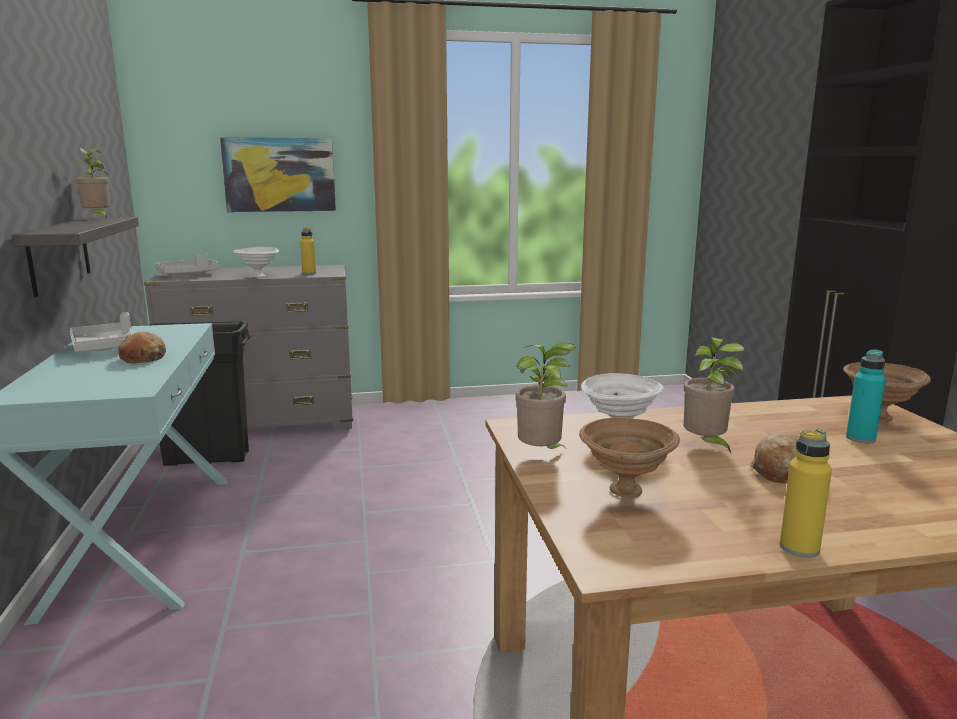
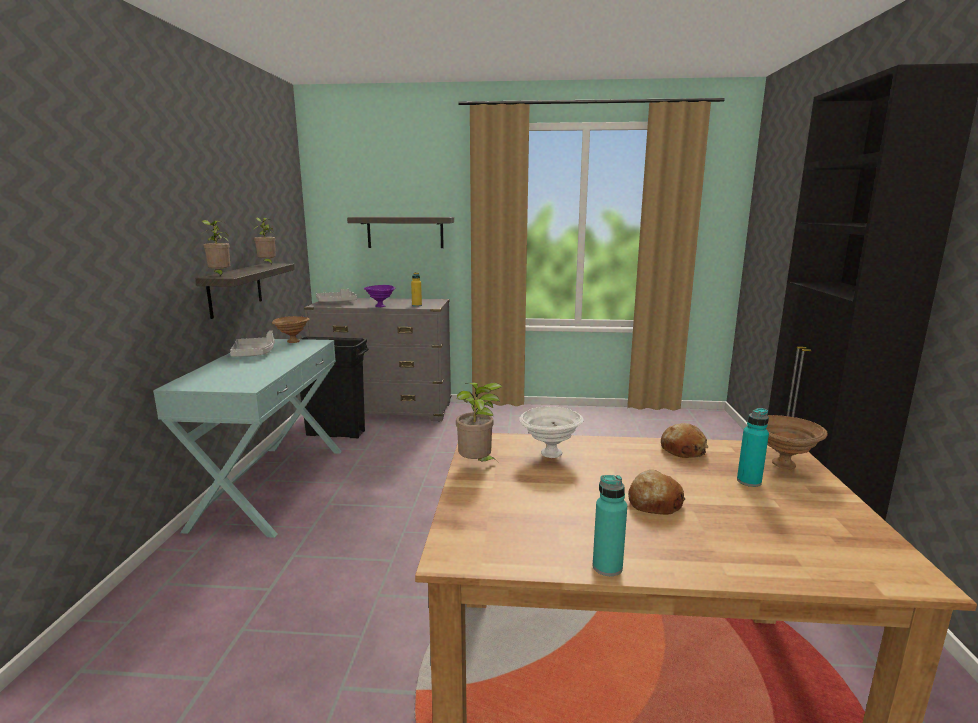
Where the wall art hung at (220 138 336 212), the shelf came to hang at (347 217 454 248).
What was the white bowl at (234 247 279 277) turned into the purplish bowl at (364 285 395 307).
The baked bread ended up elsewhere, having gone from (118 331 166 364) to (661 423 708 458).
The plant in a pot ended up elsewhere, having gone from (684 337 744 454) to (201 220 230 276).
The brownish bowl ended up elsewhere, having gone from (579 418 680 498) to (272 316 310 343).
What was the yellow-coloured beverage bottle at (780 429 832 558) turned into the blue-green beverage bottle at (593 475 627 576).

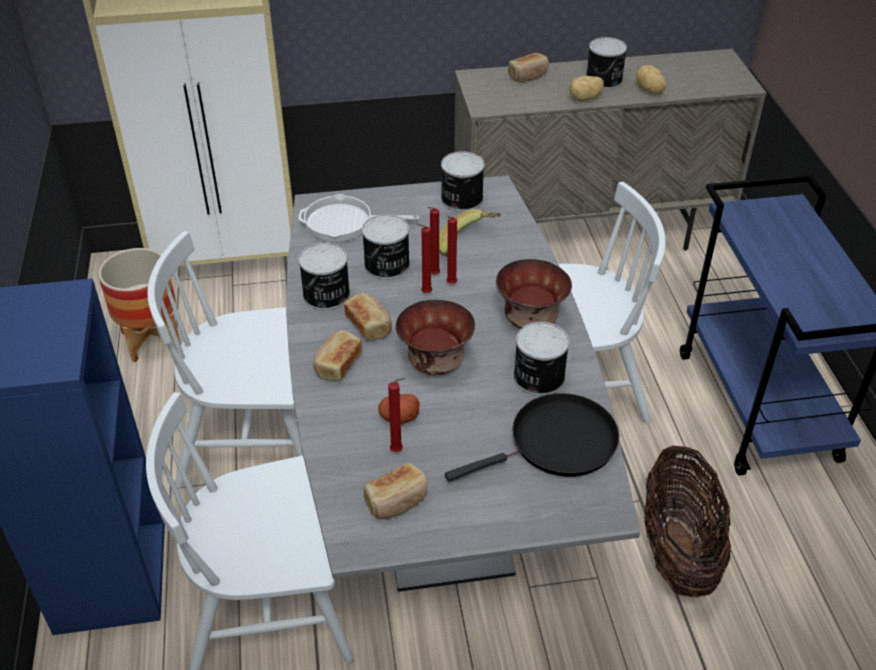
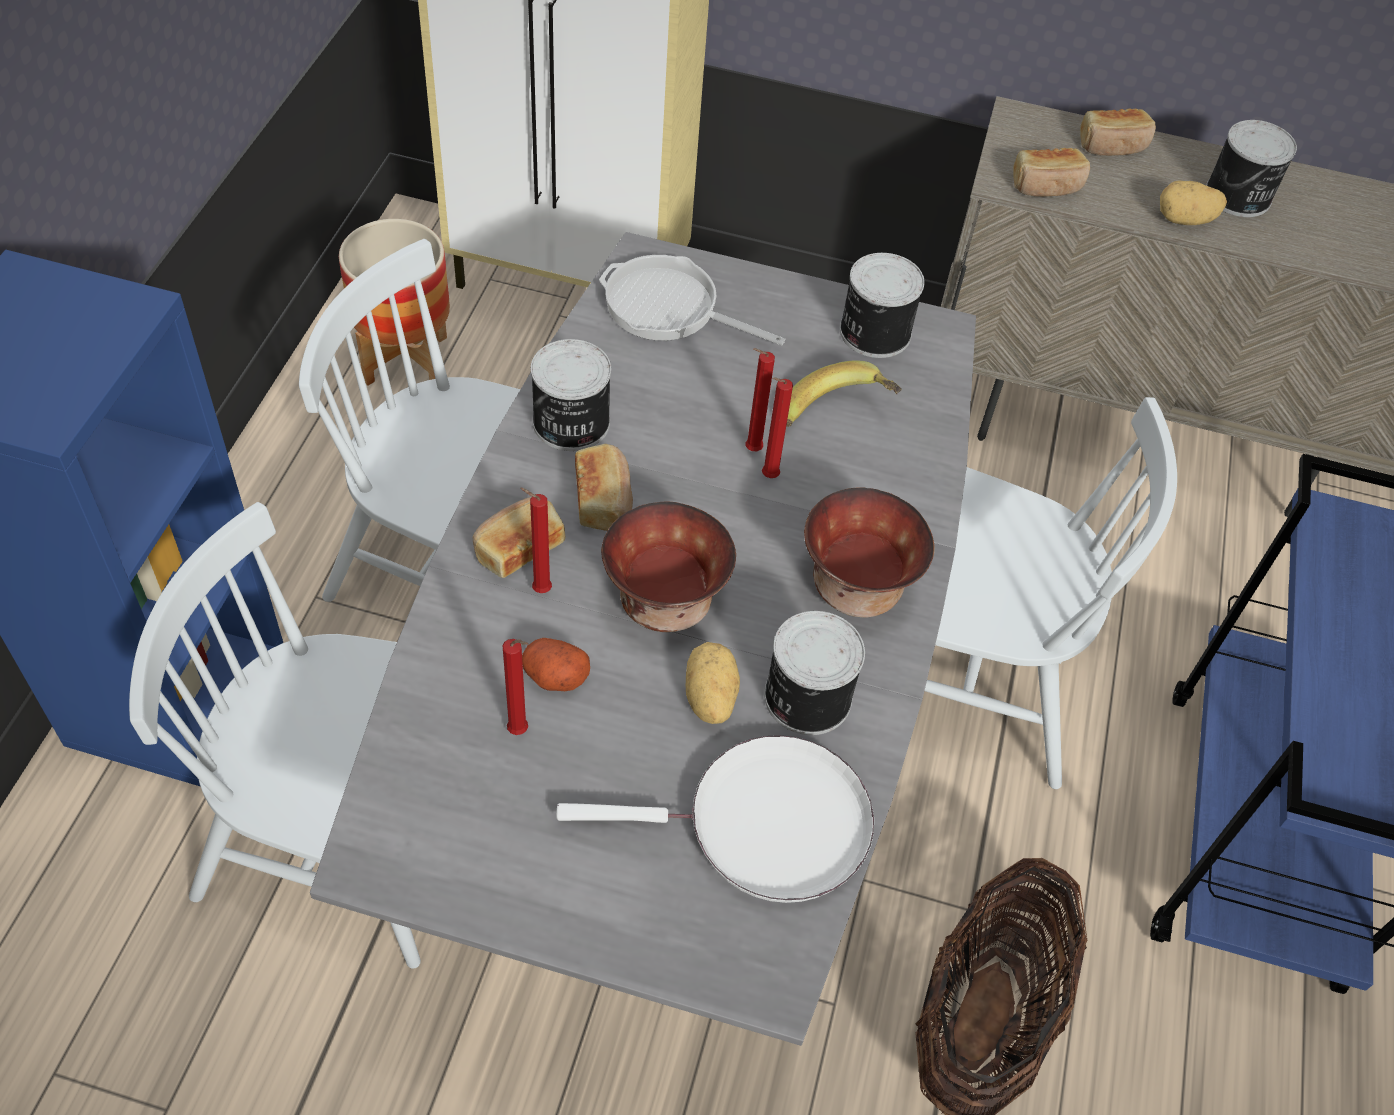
The spud ended up elsewhere, having gone from (636 65 666 94) to (686 642 740 724).
The second view lost the can at (362 214 410 280).
The red wax light ended up elsewhere, having gone from (417 224 432 293) to (520 488 552 593).
What was the black-coloured pan at (445 393 619 482) turned into the white pan at (556 735 874 903).
The baked bread ended up elsewhere, having gone from (364 463 428 519) to (1013 148 1090 197).

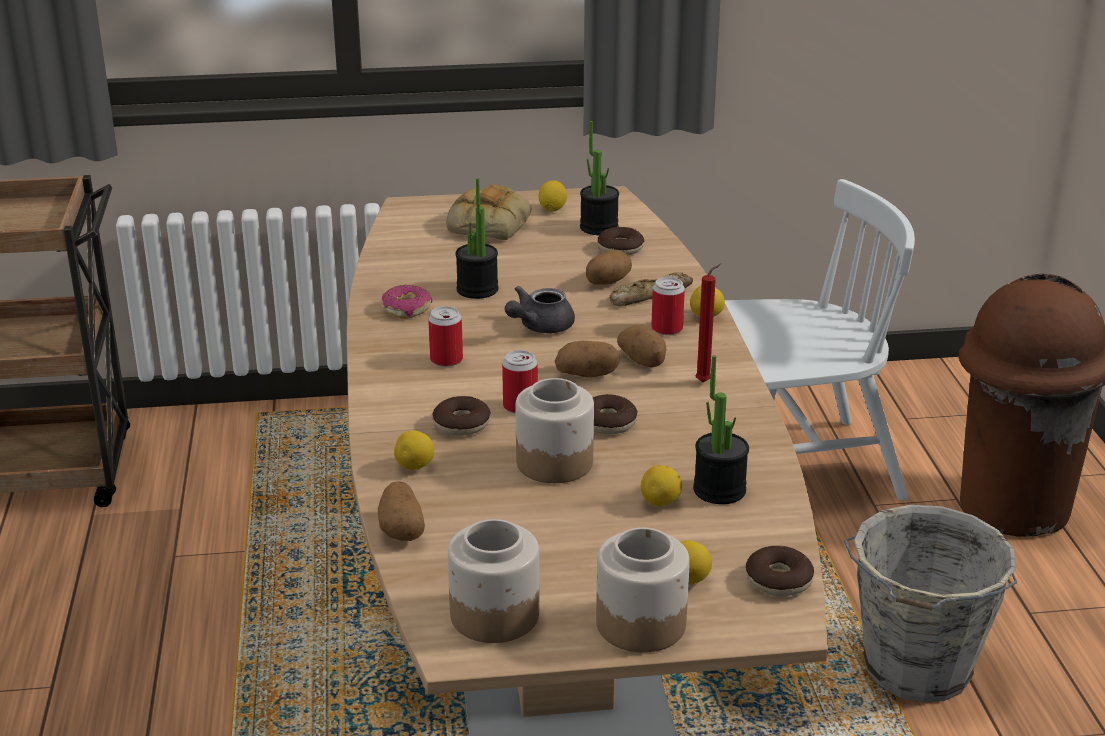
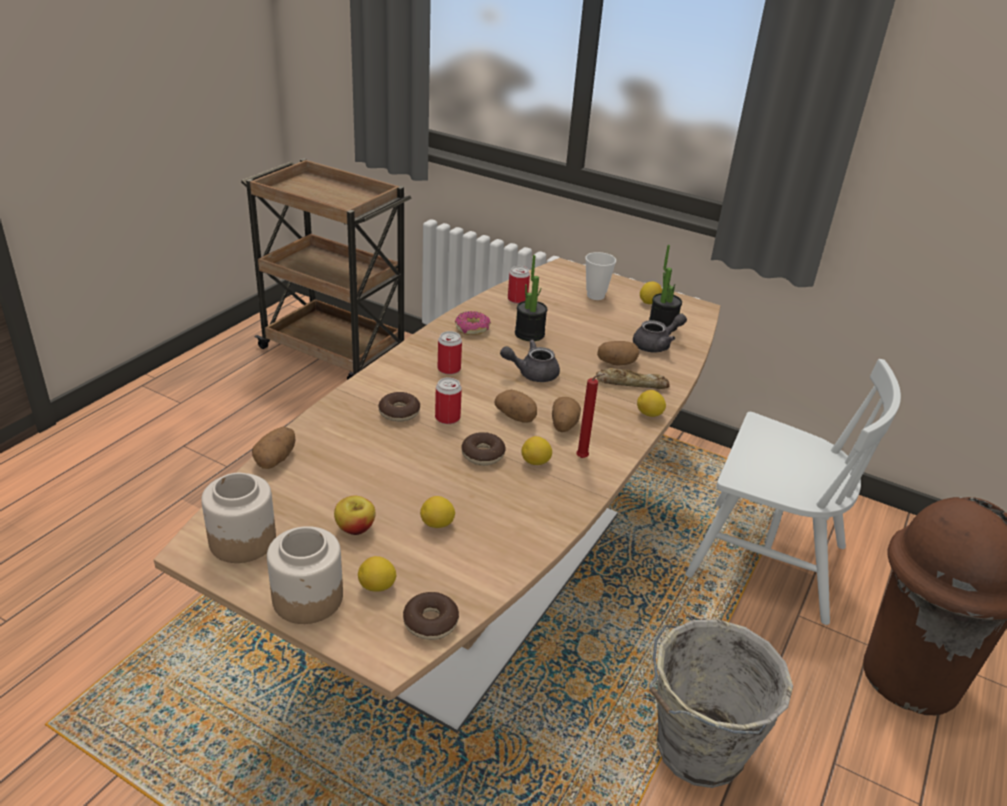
Where the baked bread stood at (446 184 531 240), the cup came to stand at (585 252 616 300).
Where the ring doughnut stood at (597 227 644 255), the gray tea pot came to stand at (633 313 687 352).
The can ended up elsewhere, having gone from (651 277 685 335) to (508 266 530 304).
The second view lost the plant in a pot at (693 355 749 504).
The second view lost the storage jar at (515 378 594 483).
The whole lemon ended up elsewhere, having gone from (394 430 434 470) to (521 436 552 465).
The second view gained the apple fruit at (334 496 375 535).

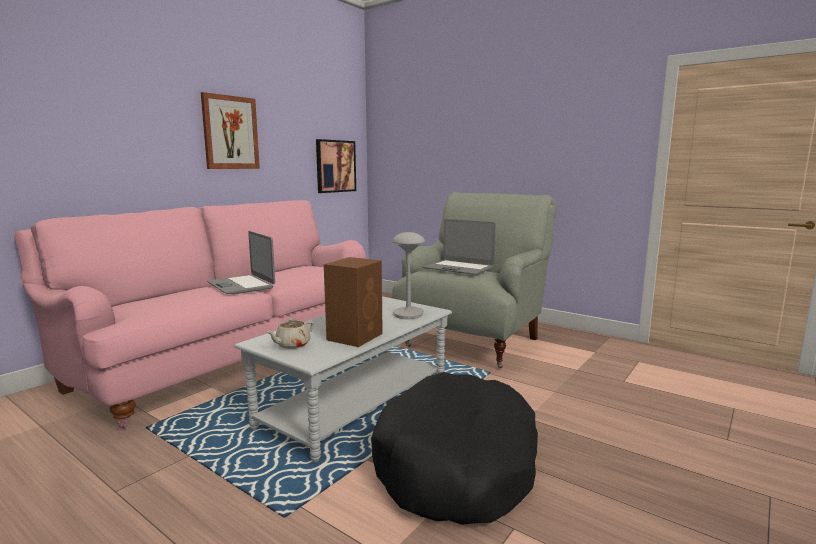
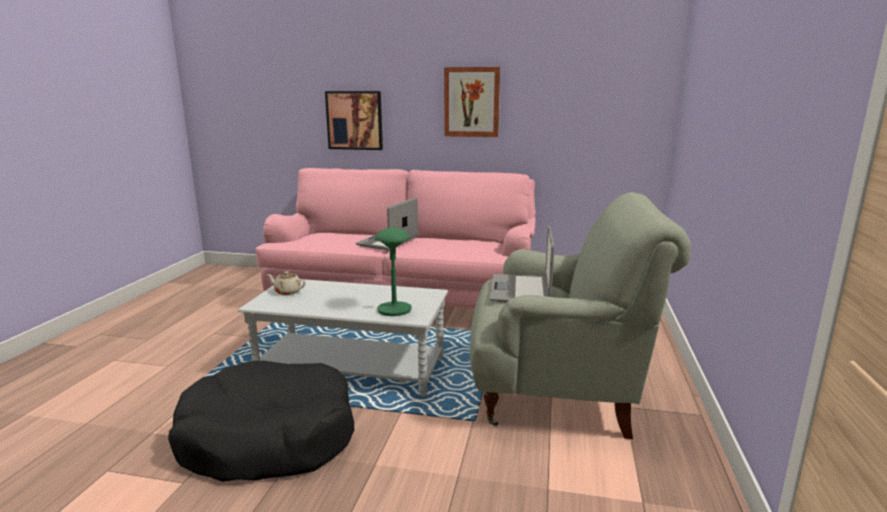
The wall art ended up elsewhere, having gone from (316 139 356 193) to (325 91 383 150).
What was the gray tabletop lamp at (392 232 425 319) turned into the greenish tabletop lamp at (375 228 412 316).
The second view lost the brownish loudspeaker at (324 257 383 347).

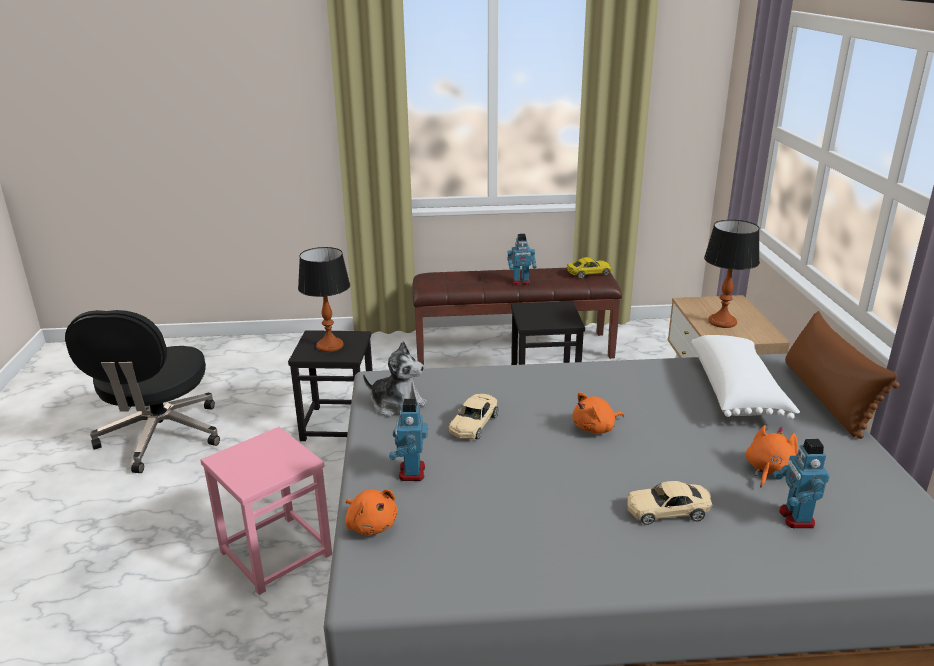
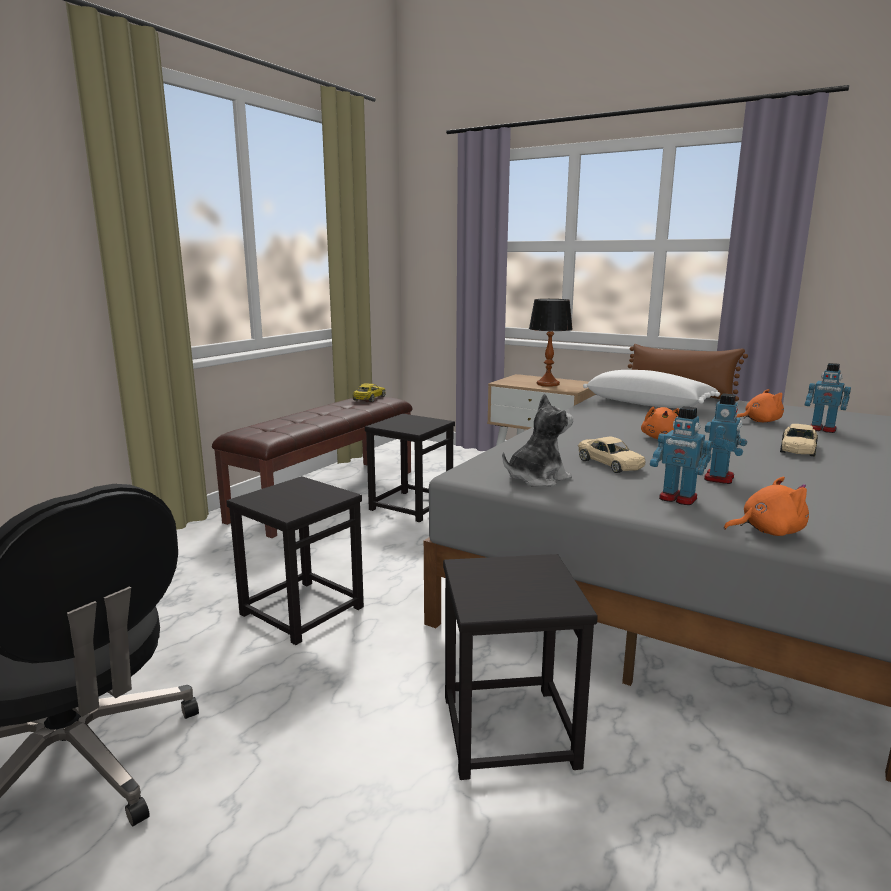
The robot figure ended up elsewhere, having gone from (508 234 537 286) to (704 393 747 484).
The second view lost the tabletop lamp at (298 247 350 352).
The orangey cuddly toy at (746 425 798 487) ended up facing another way, 105 degrees clockwise from before.
What was the pinkish sitting stool at (200 427 332 595) turned into the black-coloured sitting stool at (443 554 598 780).

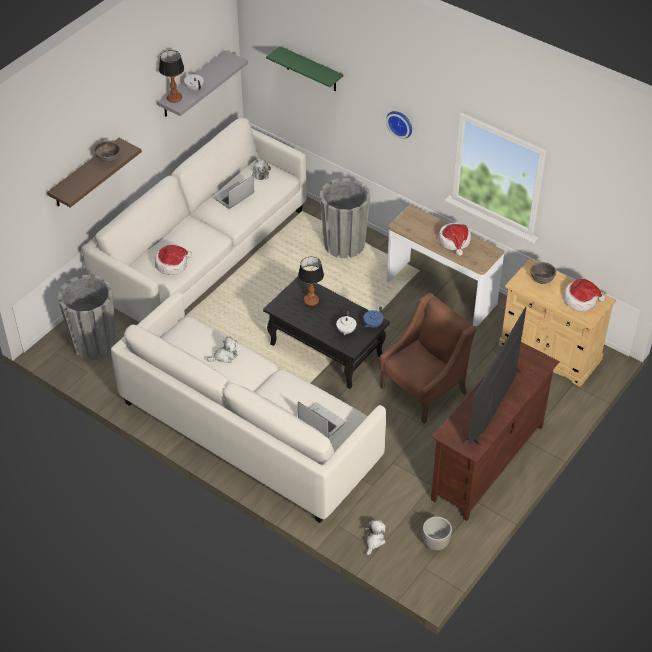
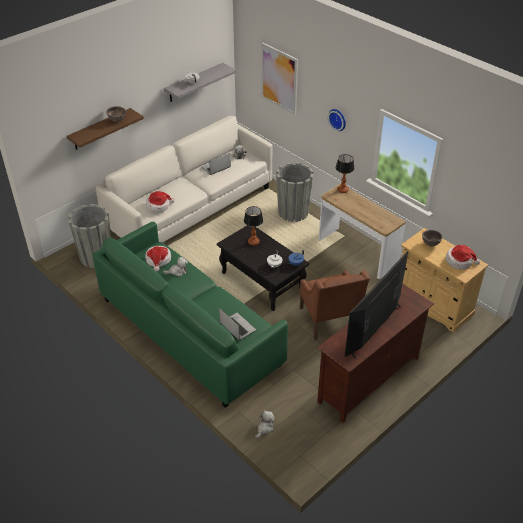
Where the greenish shelf hung at (266 46 343 91), the wall art came to hang at (261 43 298 115).
The tabletop lamp ended up elsewhere, having gone from (159 50 184 103) to (336 154 354 193).
The wearable hat ended up elsewhere, having gone from (439 223 471 256) to (145 246 171 272).
What was the white couch at (111 291 386 523) turned into the greenish couch at (92 222 288 408).
The brownish easy chair at (379 293 476 424) ended up facing another way, 105 degrees clockwise from before.
The second view lost the gray plant pot at (423 516 452 551).

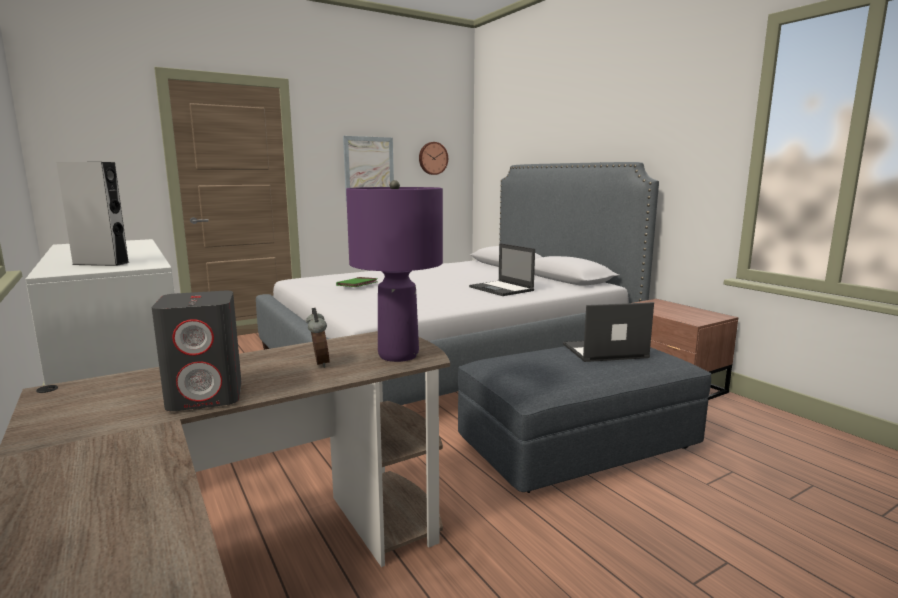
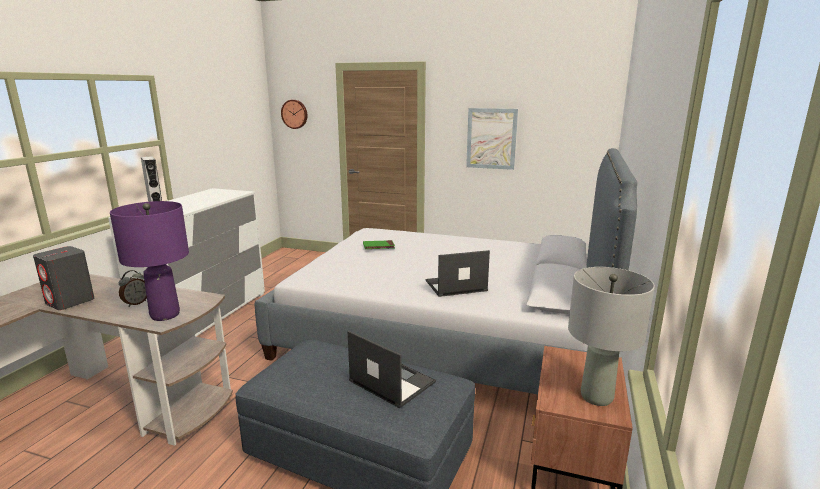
The clock on the wall ended up elsewhere, having gone from (419 142 448 175) to (281 100 308 129).
The laptop at (469 243 535 296) ended up facing another way, 60 degrees clockwise from before.
The second view gained the gray tabletop lamp at (568 267 655 406).

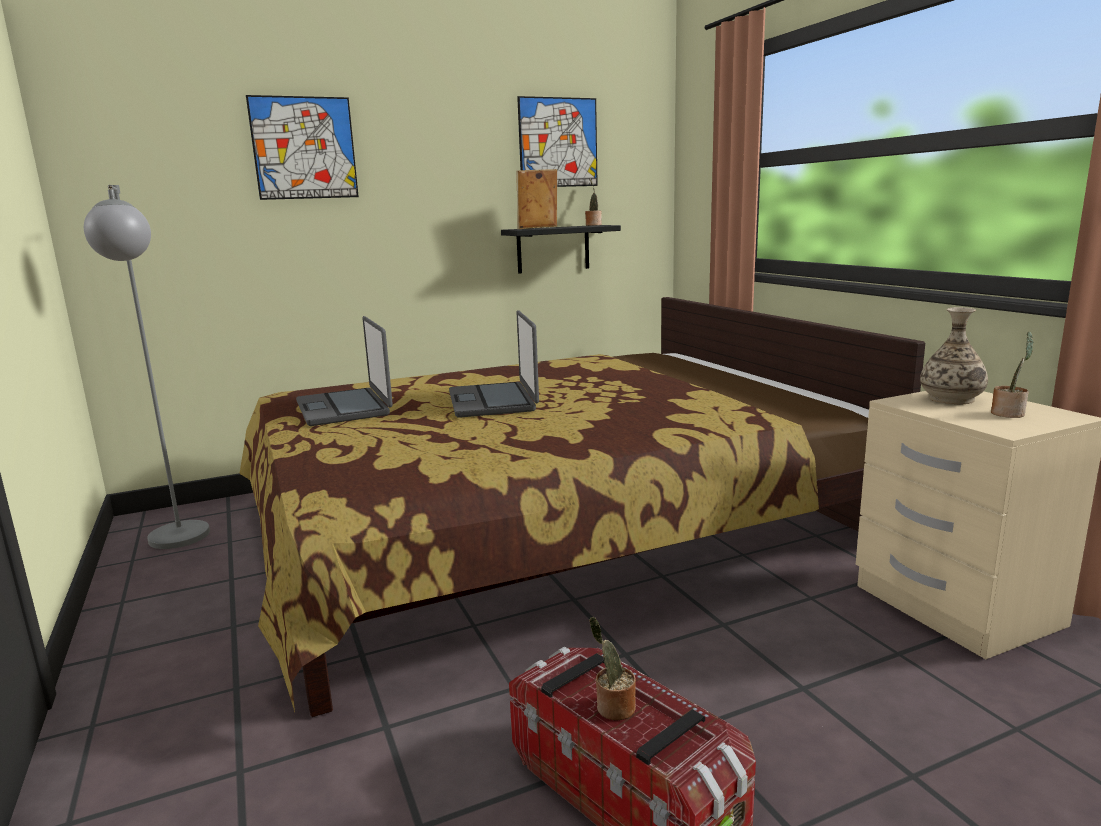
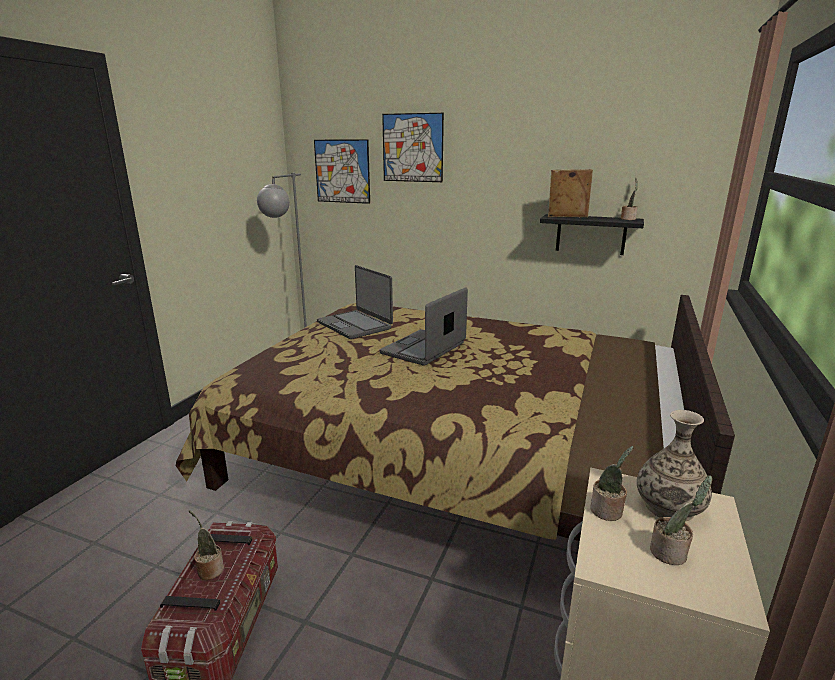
The wall art ended up elsewhere, having gone from (517 96 598 187) to (314 140 370 204).
The laptop at (296 316 393 426) ended up facing another way, 60 degrees counterclockwise from before.
The second view gained the plant in a pot at (590 446 634 521).

